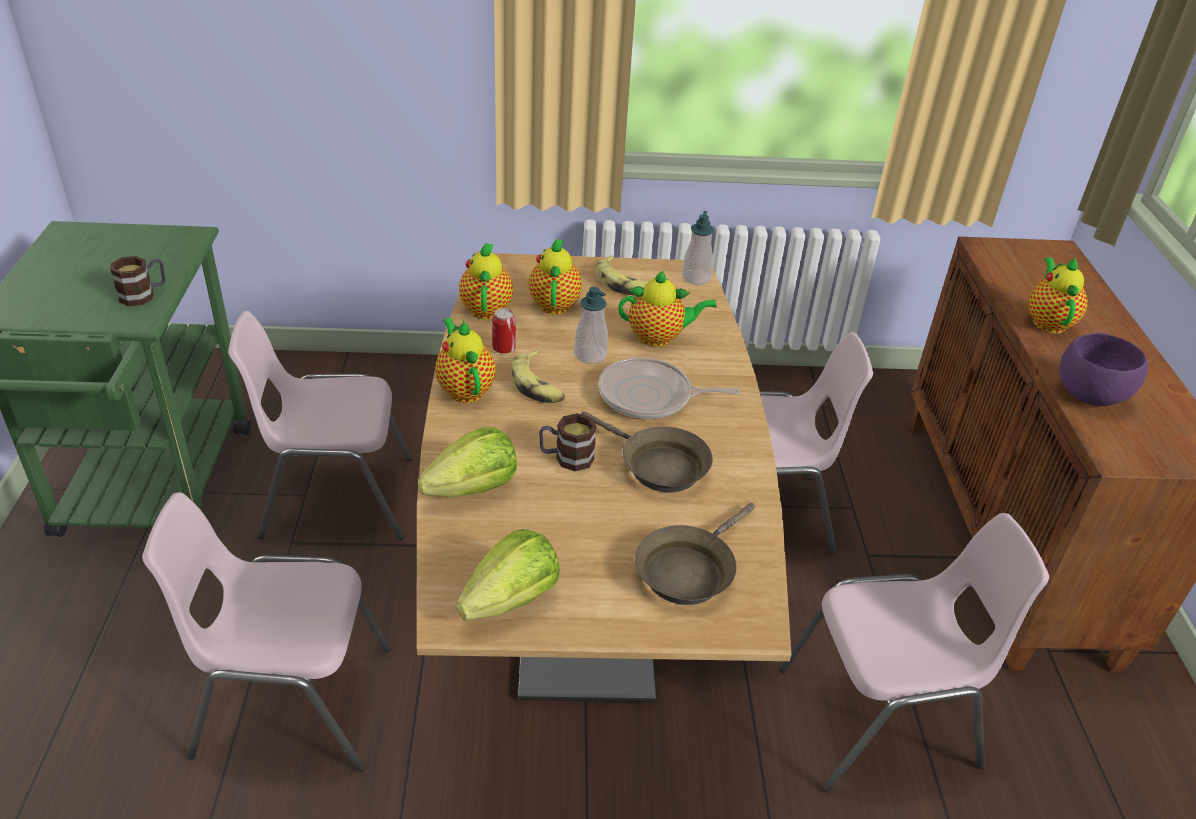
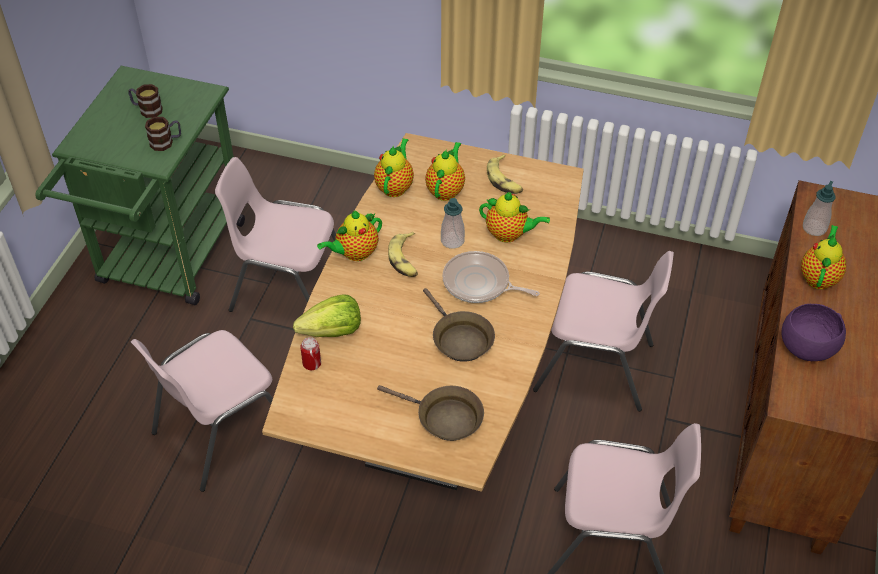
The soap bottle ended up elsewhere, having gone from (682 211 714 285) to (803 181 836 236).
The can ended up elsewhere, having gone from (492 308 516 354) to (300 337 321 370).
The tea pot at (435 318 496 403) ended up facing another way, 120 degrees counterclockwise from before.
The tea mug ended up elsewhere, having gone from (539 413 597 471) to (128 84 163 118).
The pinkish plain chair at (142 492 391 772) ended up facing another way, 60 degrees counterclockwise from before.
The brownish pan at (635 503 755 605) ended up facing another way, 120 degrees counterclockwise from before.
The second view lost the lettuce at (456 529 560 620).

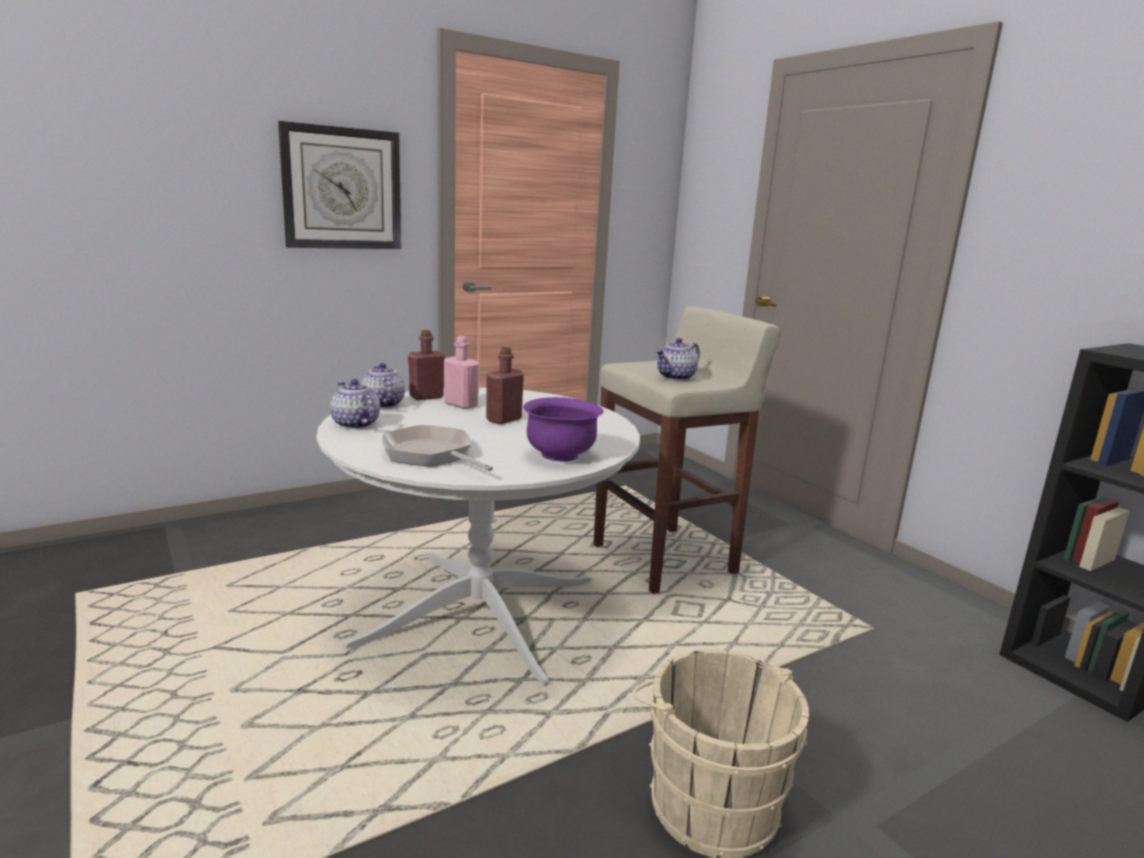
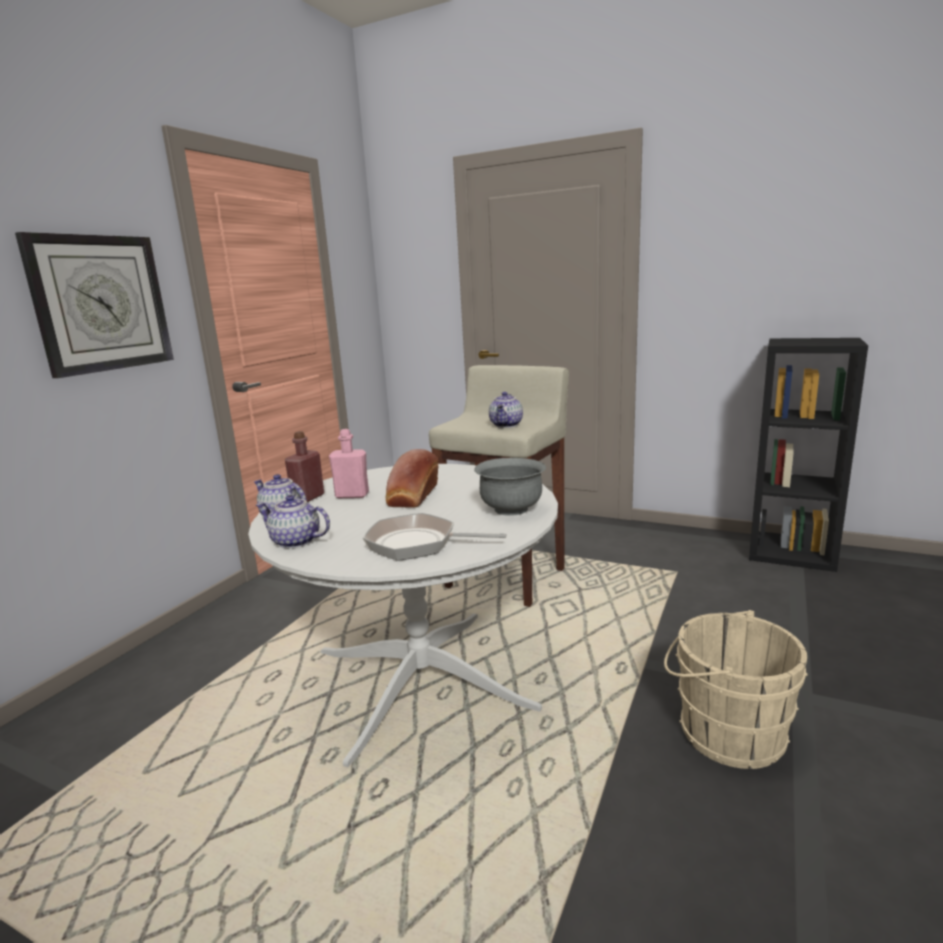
Where the red beverage bottle stood at (486 347 524 424), the baked bread came to stand at (386 449 438 508).
What was the purplish bowl at (523 397 604 462) turned into the gray bowl at (474 458 546 516).

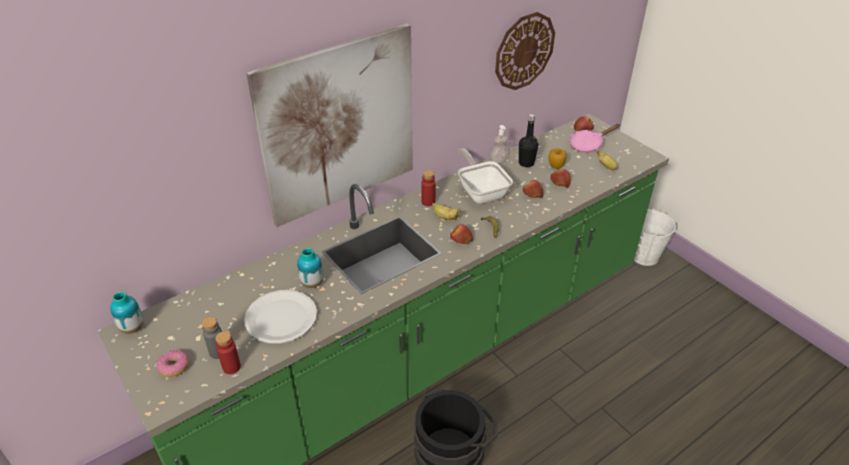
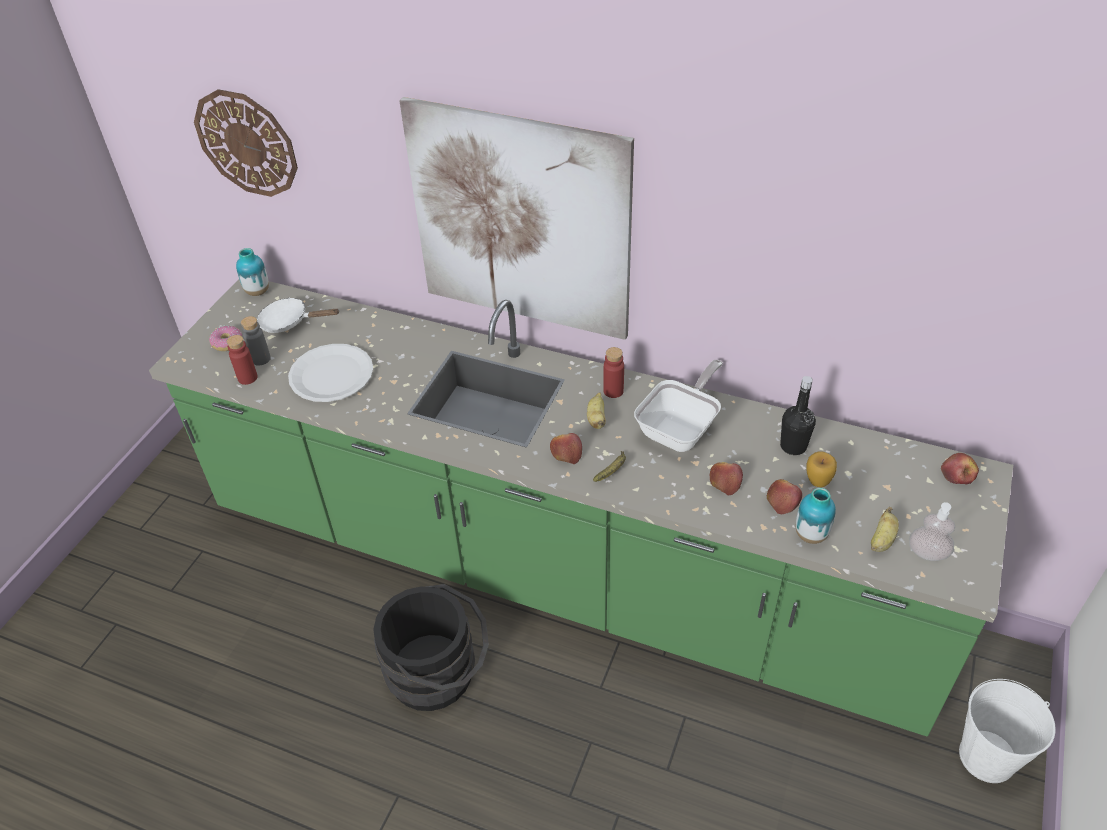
The clock on the wall ended up elsewhere, having gone from (495 12 555 90) to (194 89 298 197).
The second view lost the pinkish pan at (569 124 620 153).
The soap bottle ended up elsewhere, having gone from (489 125 510 164) to (909 502 955 561).
The flower vase ended up elsewhere, having gone from (297 248 323 288) to (796 488 836 544).
The second view gained the white pan at (257 297 340 333).

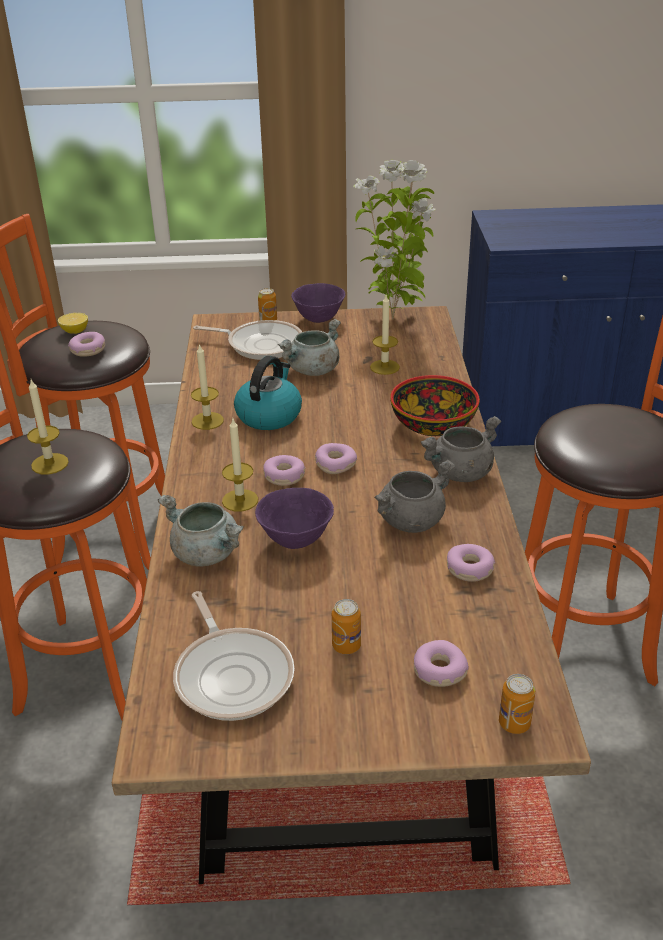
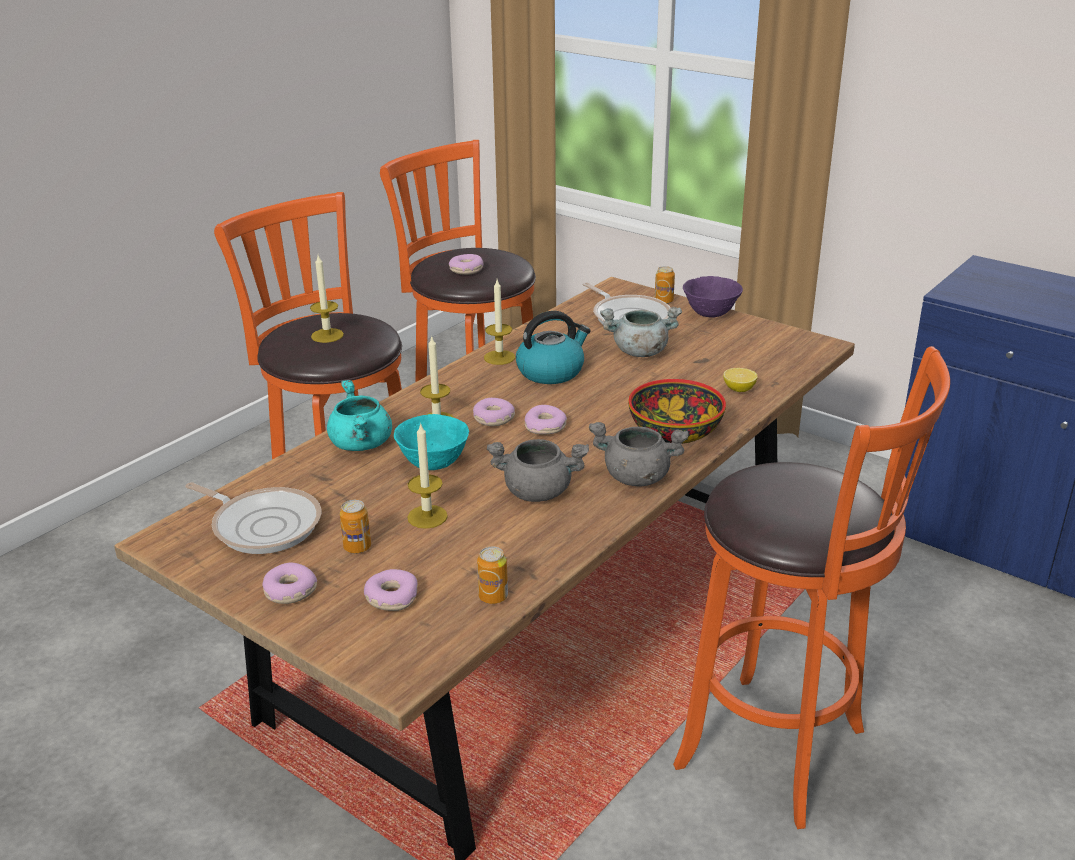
The second view lost the plant in a pot at (353 160 436 320).
The wax light ended up elsewhere, having gone from (370 295 400 375) to (407 422 448 529).
The whole lemon ended up elsewhere, having gone from (58 313 88 334) to (723 368 758 392).
What was the purplish bowl at (255 488 334 549) turned into the blue-green bowl at (394 414 469 470).
What was the gray cooking pot at (157 495 244 567) turned into the blue-green cooking pot at (327 380 392 451).
The ring doughnut ended up elsewhere, having gone from (447 544 495 582) to (262 563 317 604).
The pan at (173 591 295 721) ended up facing another way, 75 degrees counterclockwise from before.
The can ended up elsewhere, having gone from (499 674 535 734) to (477 547 508 604).

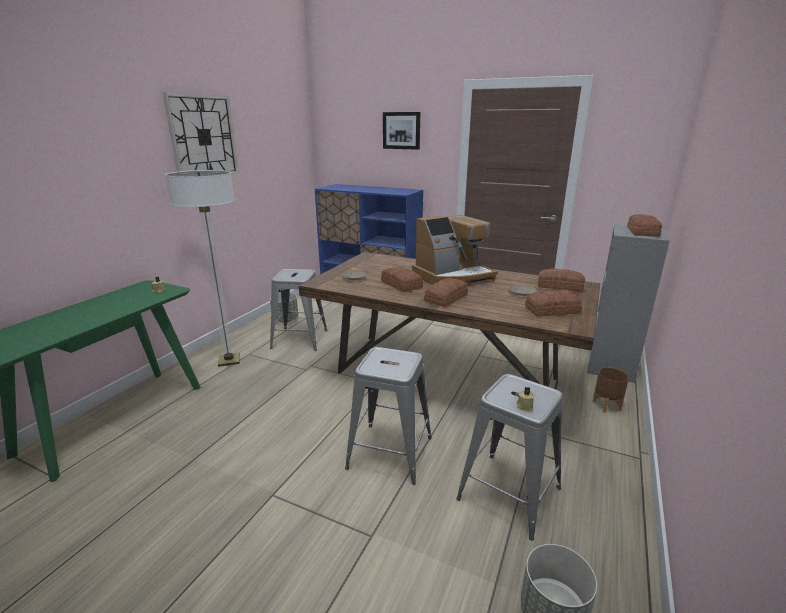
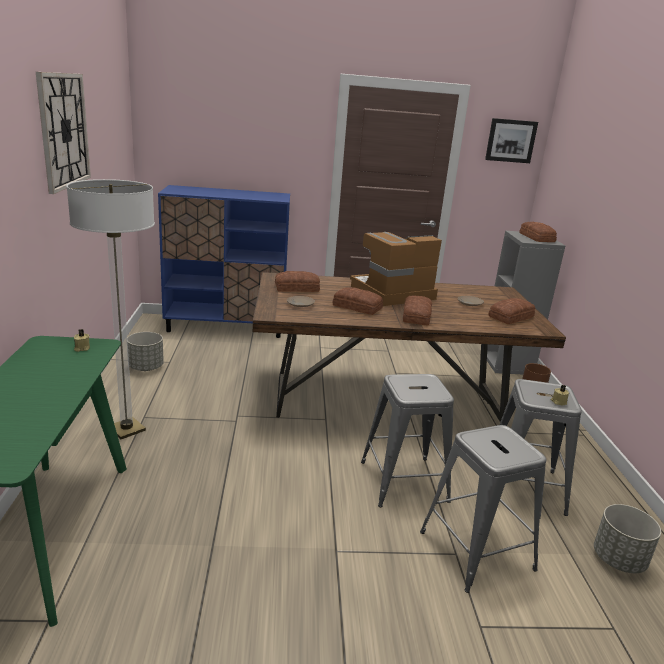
The wall art ended up elsewhere, having gone from (383 112 420 150) to (485 118 538 163).
The coffee brewer at (412 215 498 285) ended up facing another way, 150 degrees counterclockwise from before.
The gray sitting stool ended up elsewhere, having gone from (270 269 327 351) to (420 425 547 593).
The baked bread ended up elsewhere, having gone from (538 269 585 292) to (275 271 320 292).

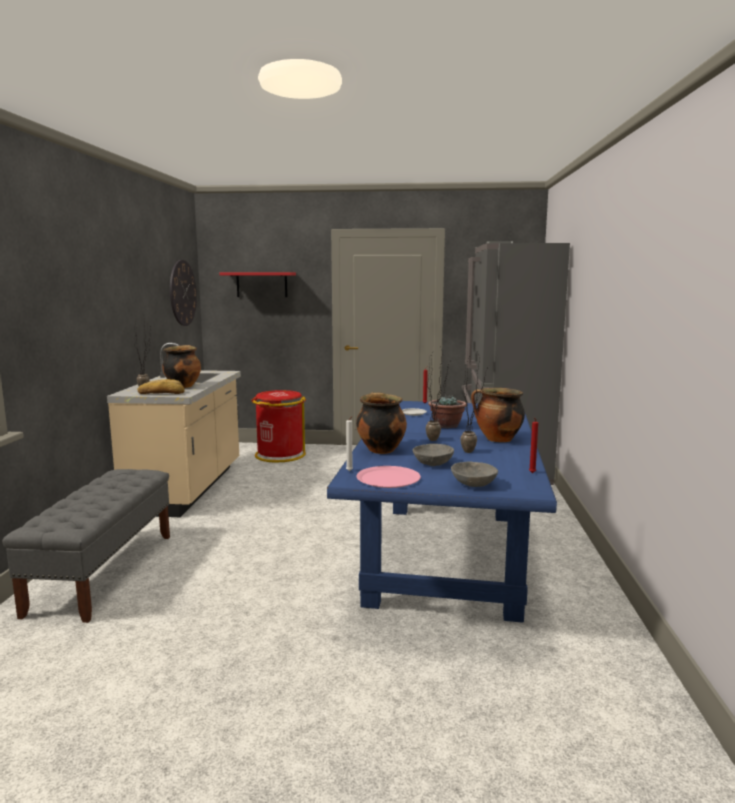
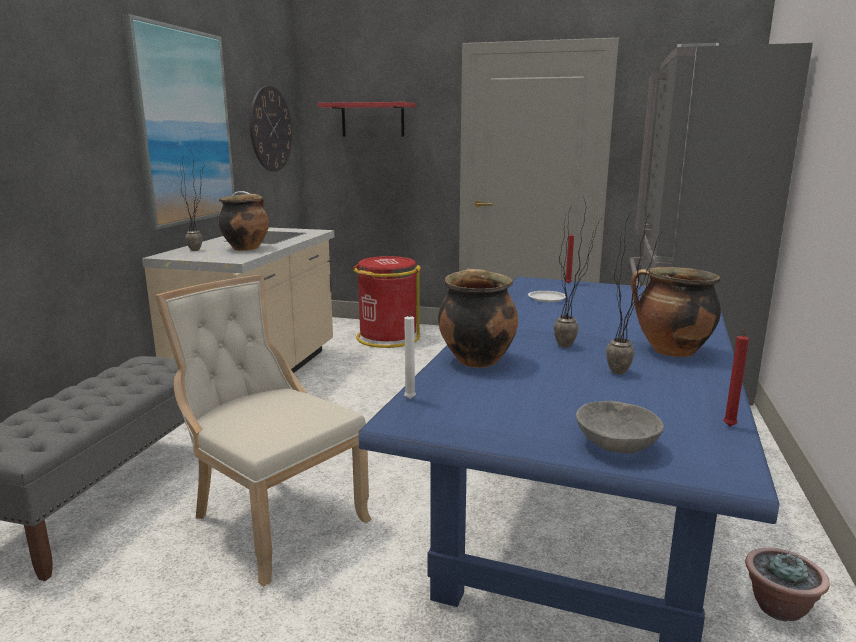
The second view lost the baked bread at (138 379 185 394).
The plant in a pot ended up elsewhere, having gone from (428 395 467 428) to (745 548 830 622).
The second view lost the gray bowl at (413 444 454 466).
The second view lost the pinkish plate at (356 466 421 488).
The second view gained the wall art at (123 14 235 230).
The second view gained the beige plain chair at (155 275 372 587).

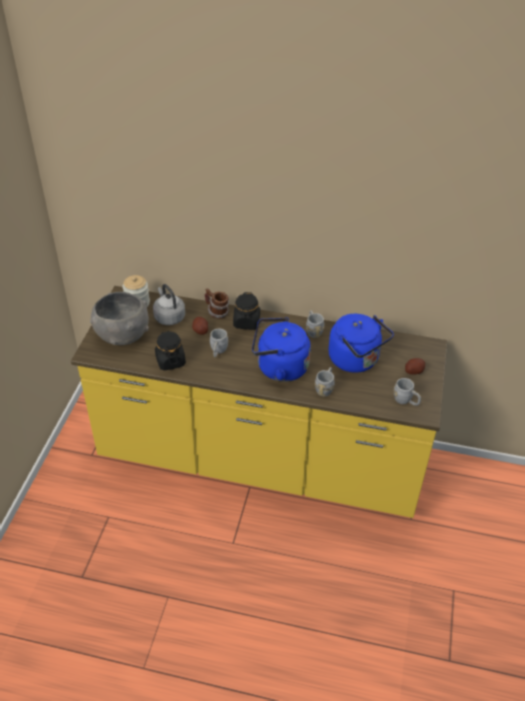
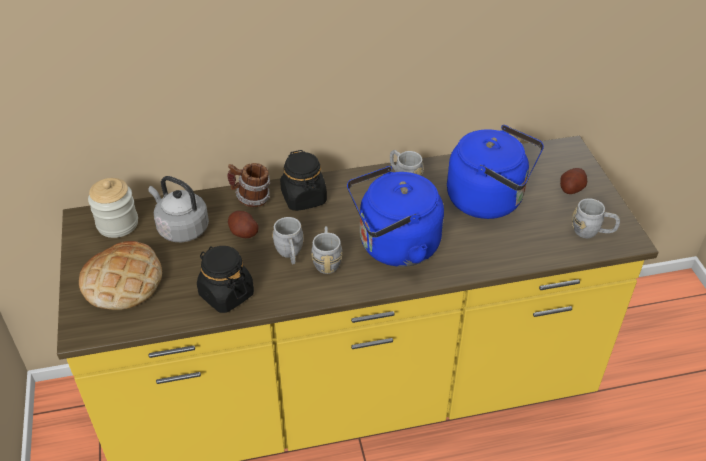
Where the gray bowl stood at (90 292 149 345), the baked bread came to stand at (79 241 162 310).
The gray tea mug ended up elsewhere, having gone from (315 367 335 397) to (311 226 343 274).

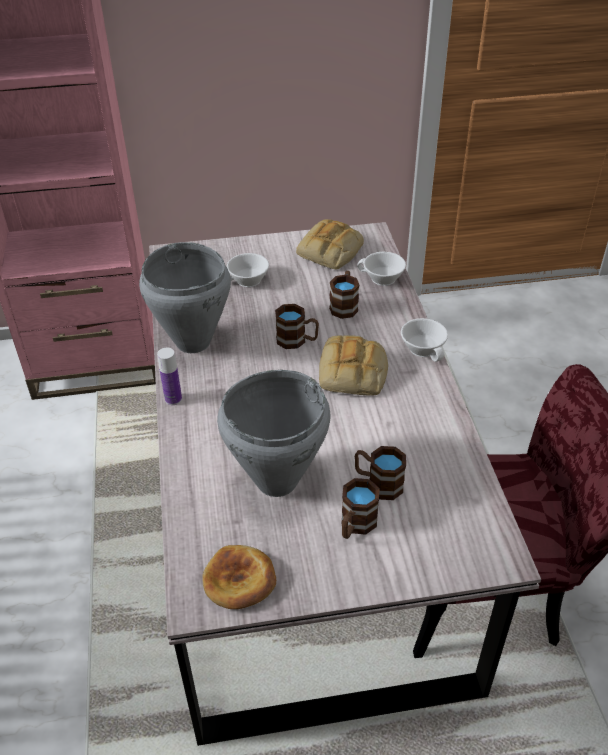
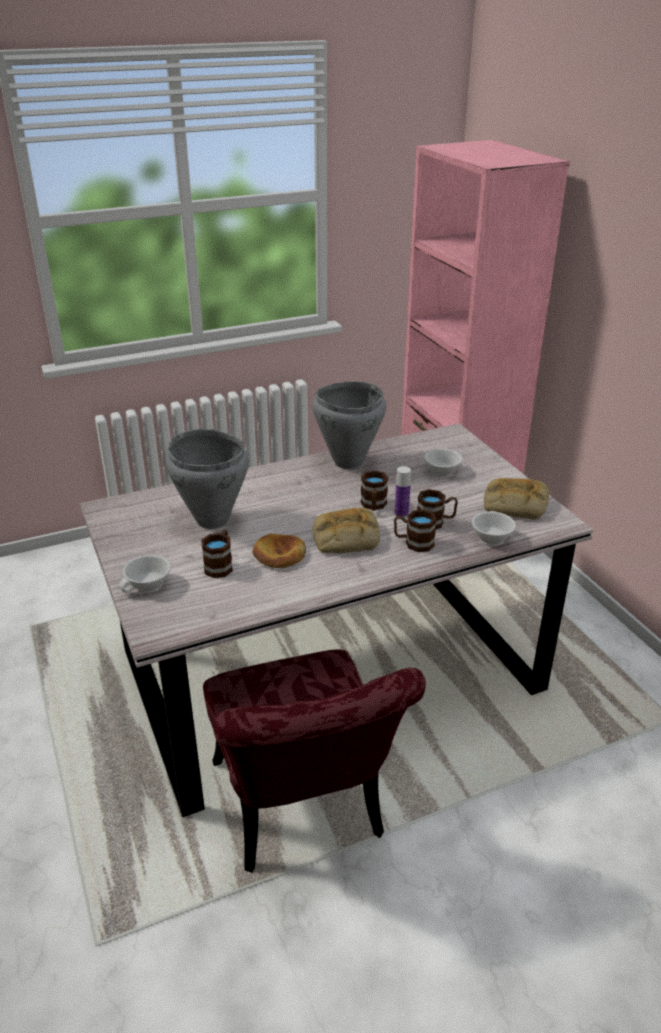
The white cup ended up elsewhere, having gone from (401 318 448 362) to (119 555 171 593).
The beverage bottle ended up elsewhere, having gone from (157 348 182 405) to (395 466 411 518).
The brownish tea mug ended up elsewhere, having gone from (341 478 380 539) to (394 510 437 552).
The baked bread ended up elsewhere, having gone from (202 545 276 609) to (253 533 306 568).

